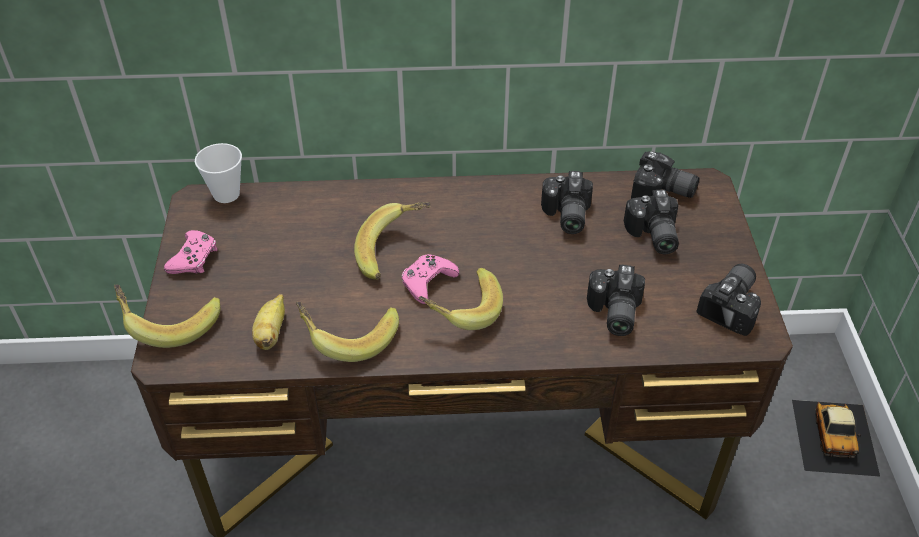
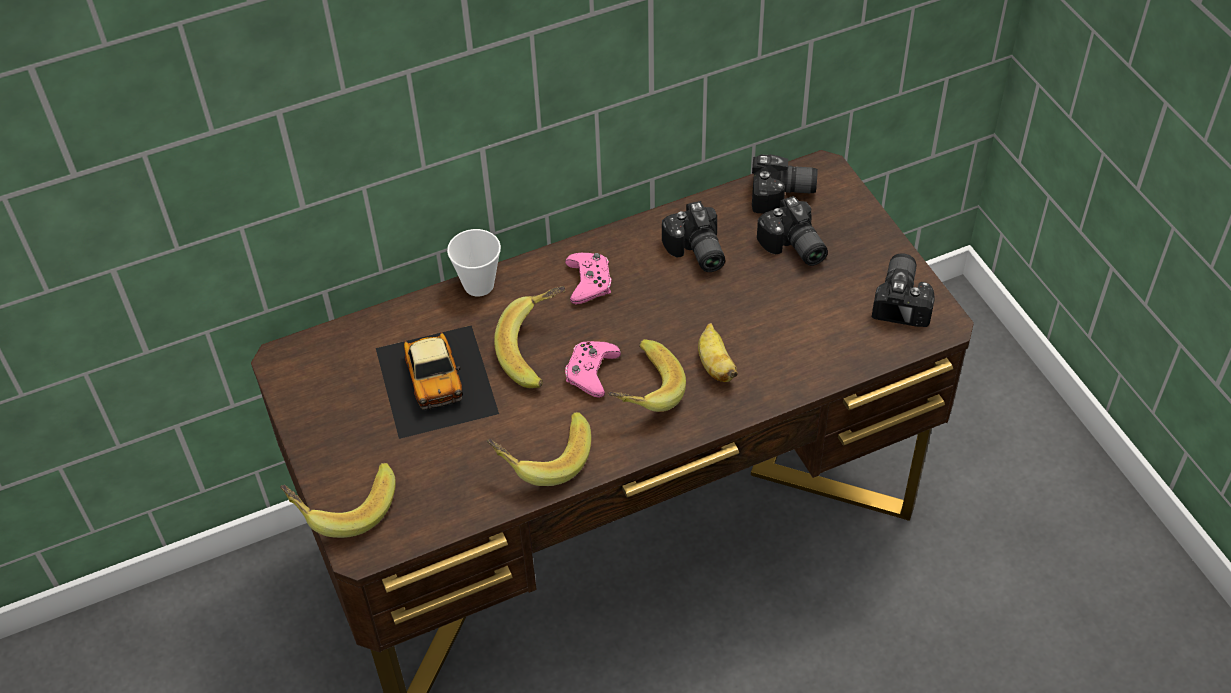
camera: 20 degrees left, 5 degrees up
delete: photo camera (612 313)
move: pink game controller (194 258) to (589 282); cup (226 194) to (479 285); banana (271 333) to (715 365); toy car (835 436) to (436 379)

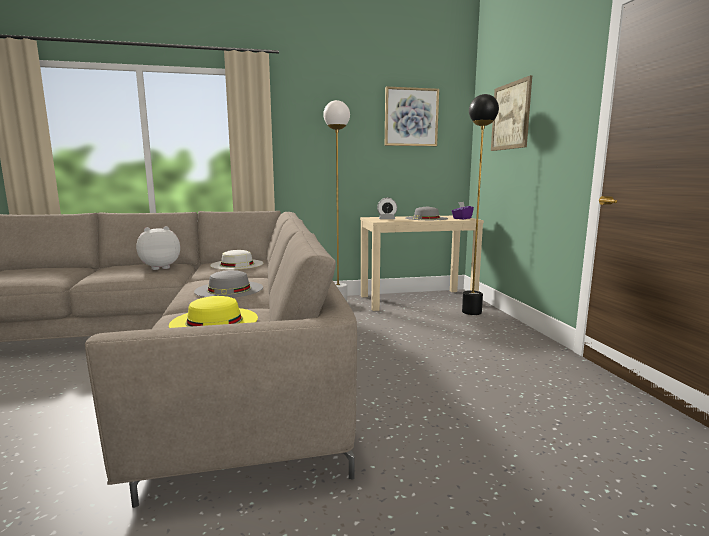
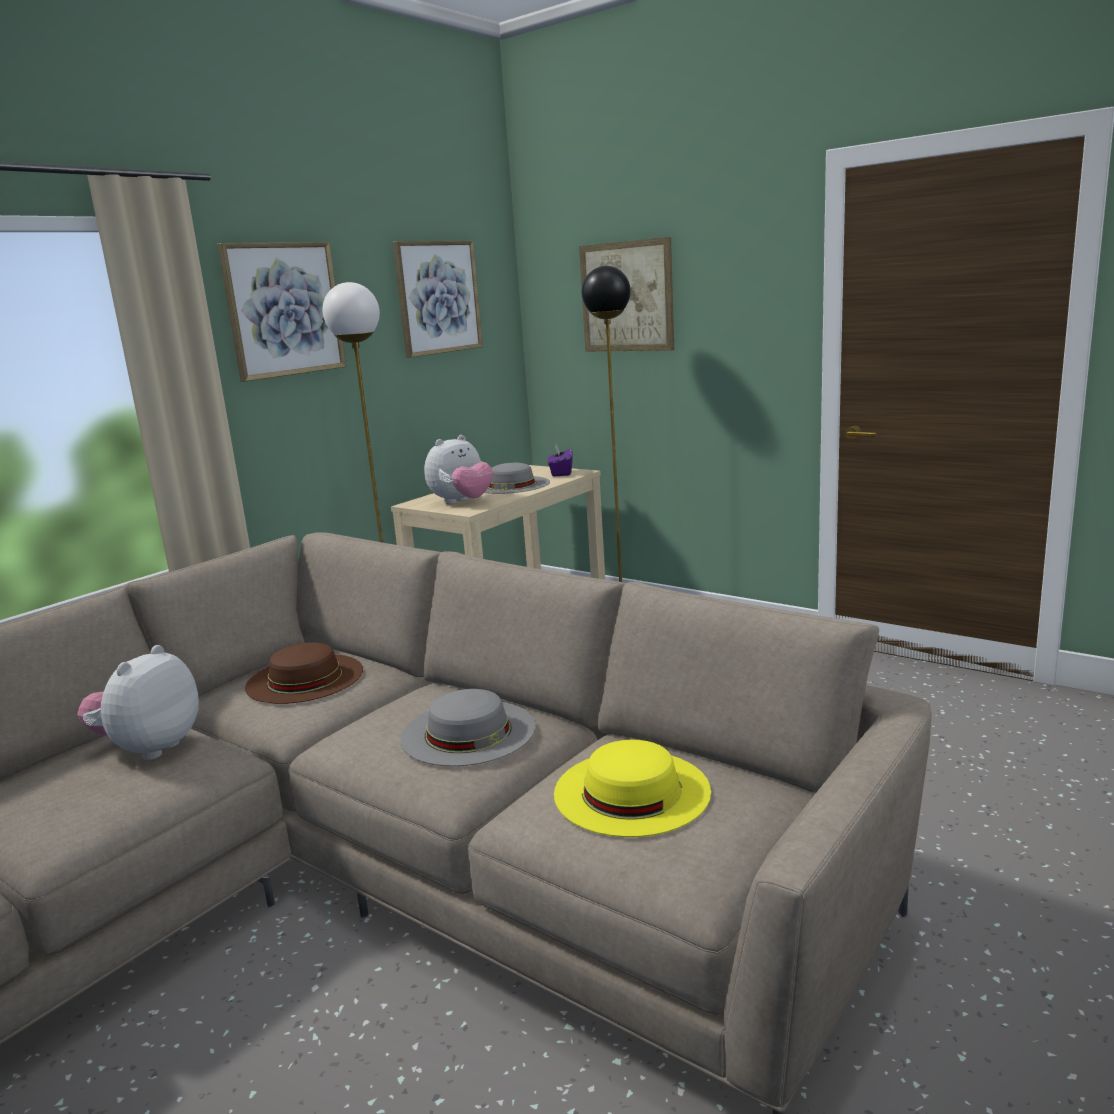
camera: 40 degrees left, 5 degrees up
insert: picture (284 309)
replace: alarm clock (387 219) to plush toy (462 502)
recolor: white hat (237 264) to brown hat (304 678)

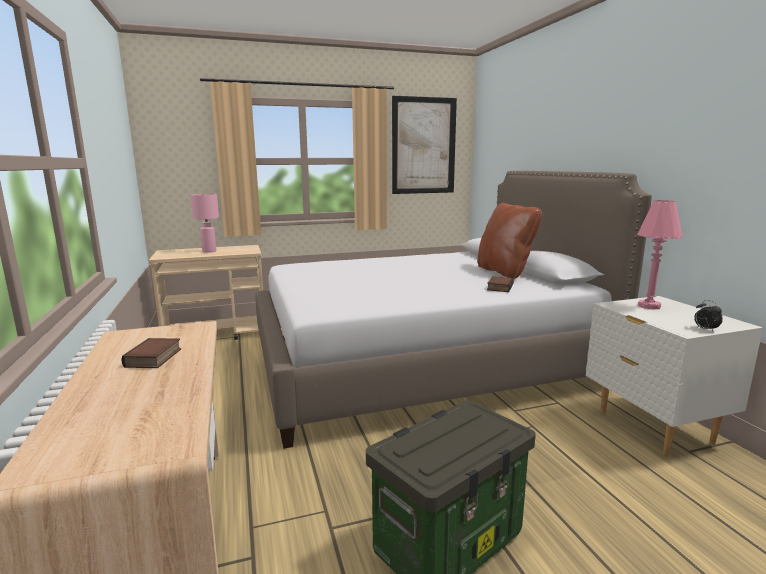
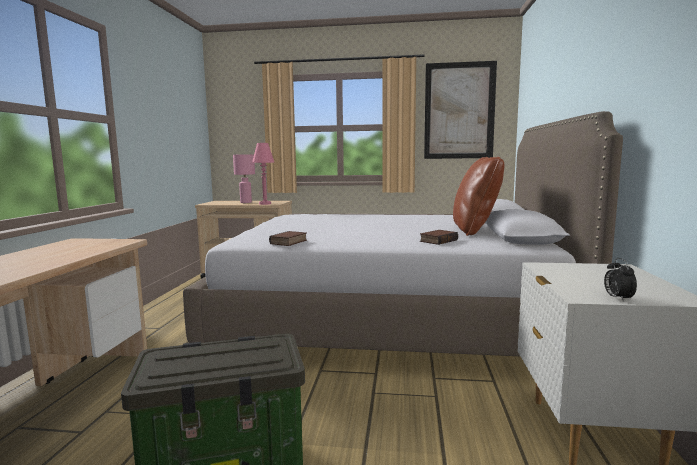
camera: 25 degrees right, 5 degrees down
move: book (154 358) to (289 242); pink table lamp (649 306) to (265 204)

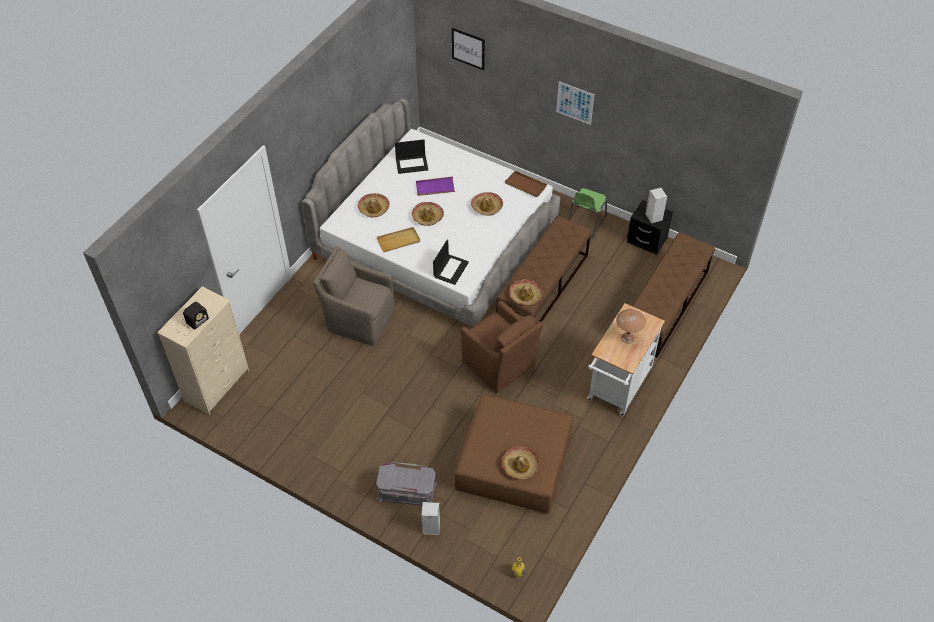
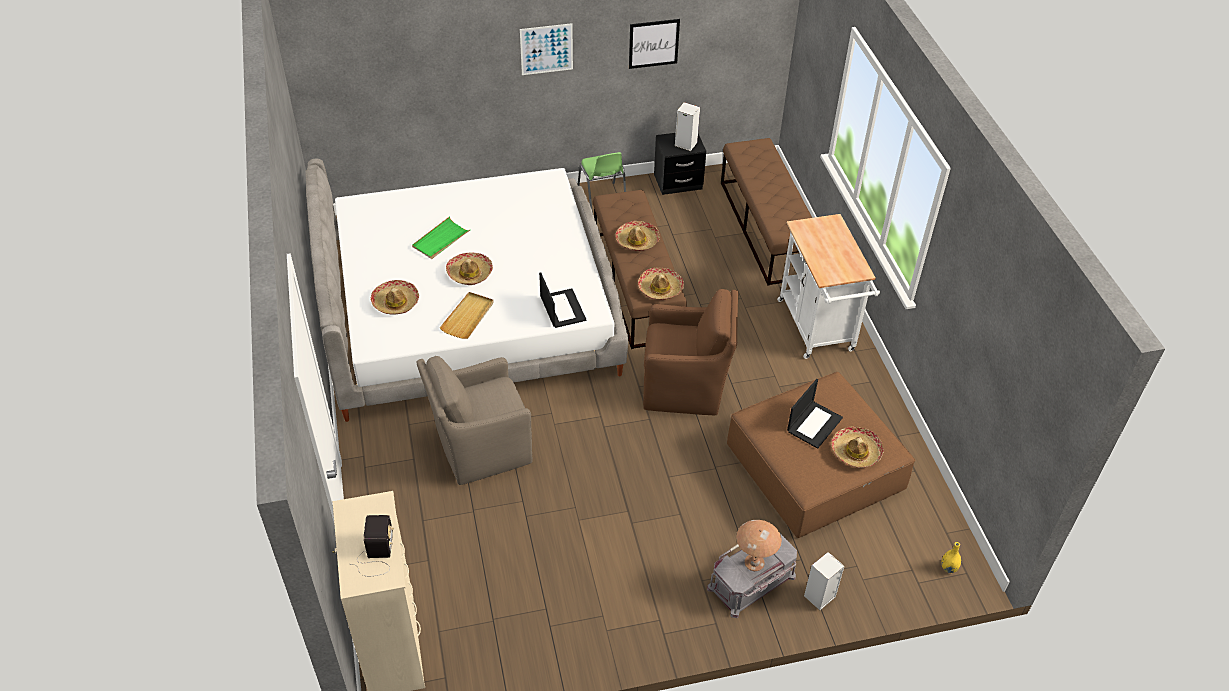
camera: 45 degrees left, 5 degrees down
delete: brown tray (525 185)
move: laptop (412 164) to (814 424); picture (468 48) to (653 43); hat (487 207) to (637 241); brown table lamp (627 338) to (754 563)
recolor: purple tray (435 188) to green tray (441 240)

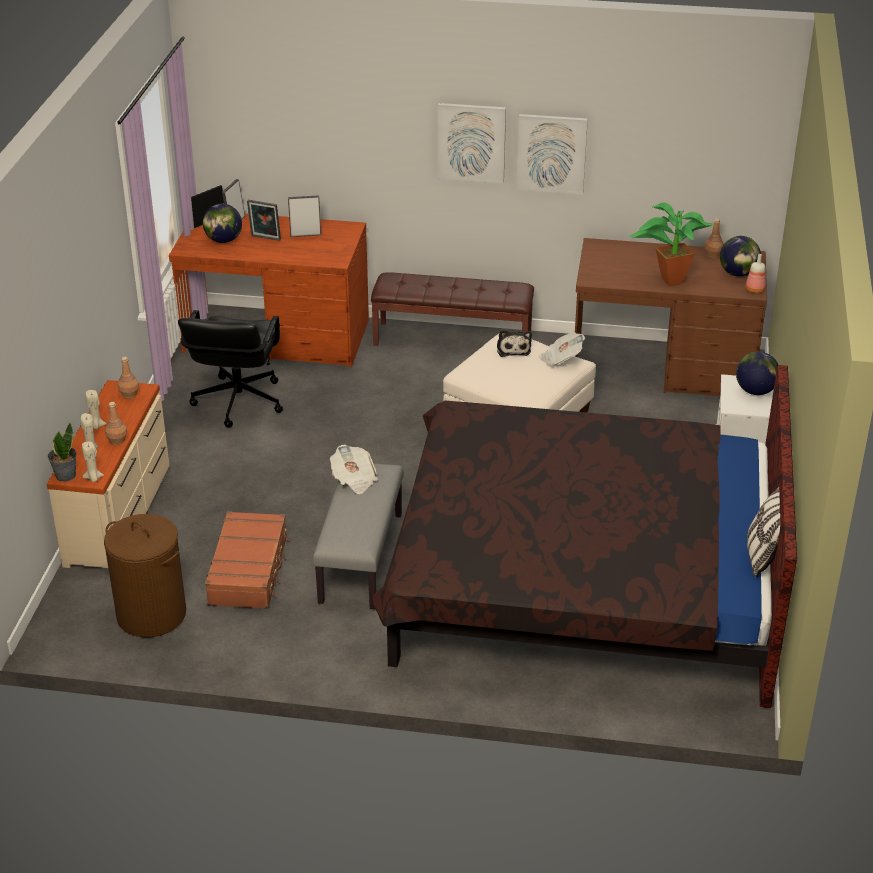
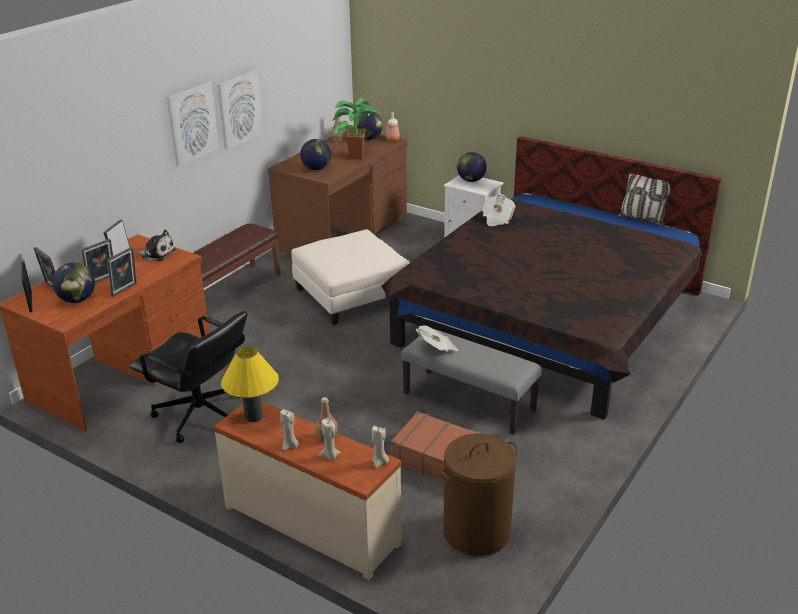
camera: 65 degrees left, 5 degrees down
delete: potted plant (65 475)
insert: picture frame (125 290); globe (316 169)
move: plush toy (513 348) to (157 253); newspaper (561 359) to (497 219)
replace: brown bottle (129 394) to yellow table lamp (254 416)

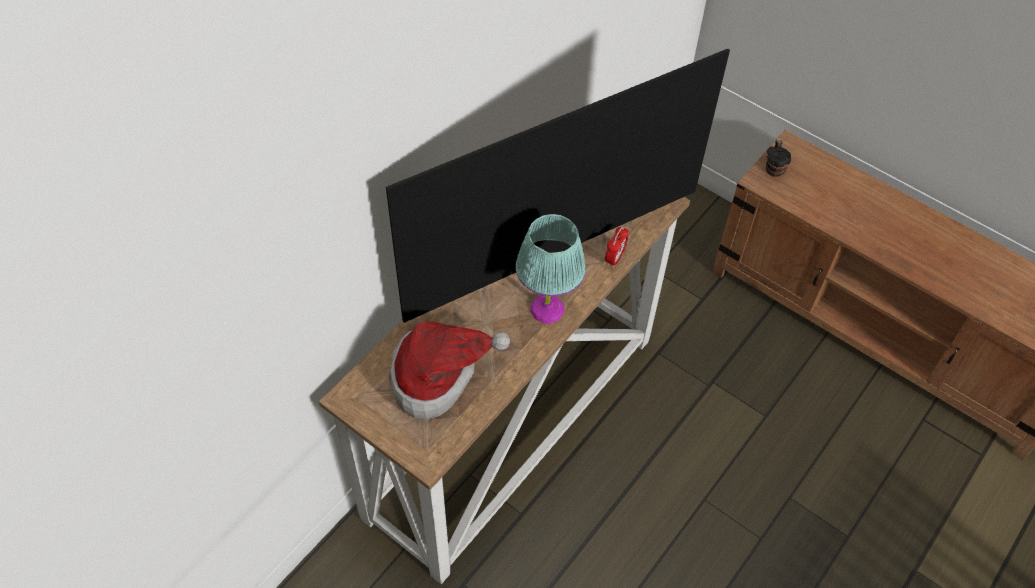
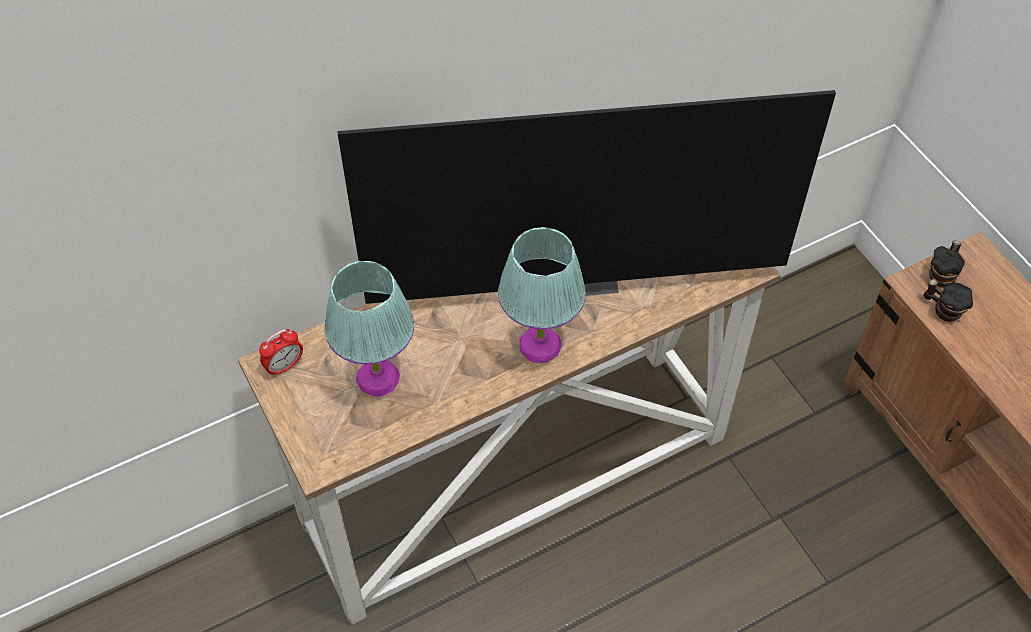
camera: 25 degrees right, 0 degrees up
insert: mug (943 310)
move: alarm clock (614 258) to (284 366)
replace: hat (438 376) to turquoise table lamp (378 377)

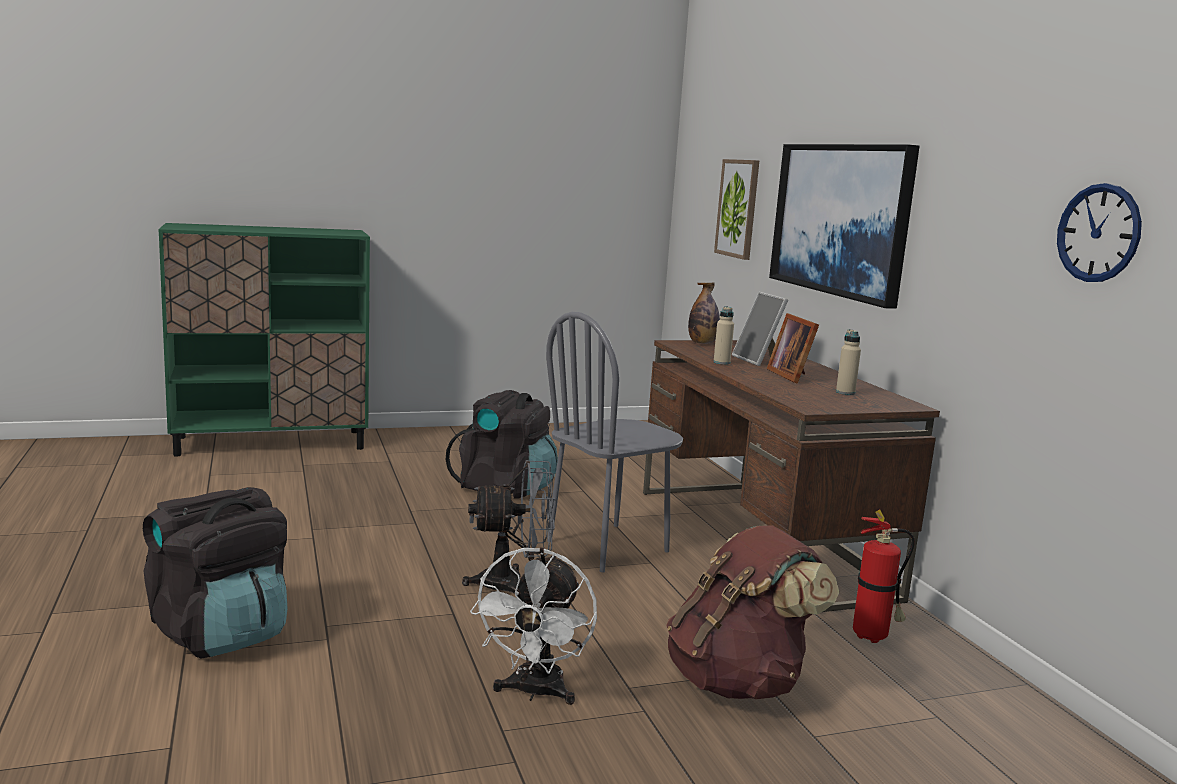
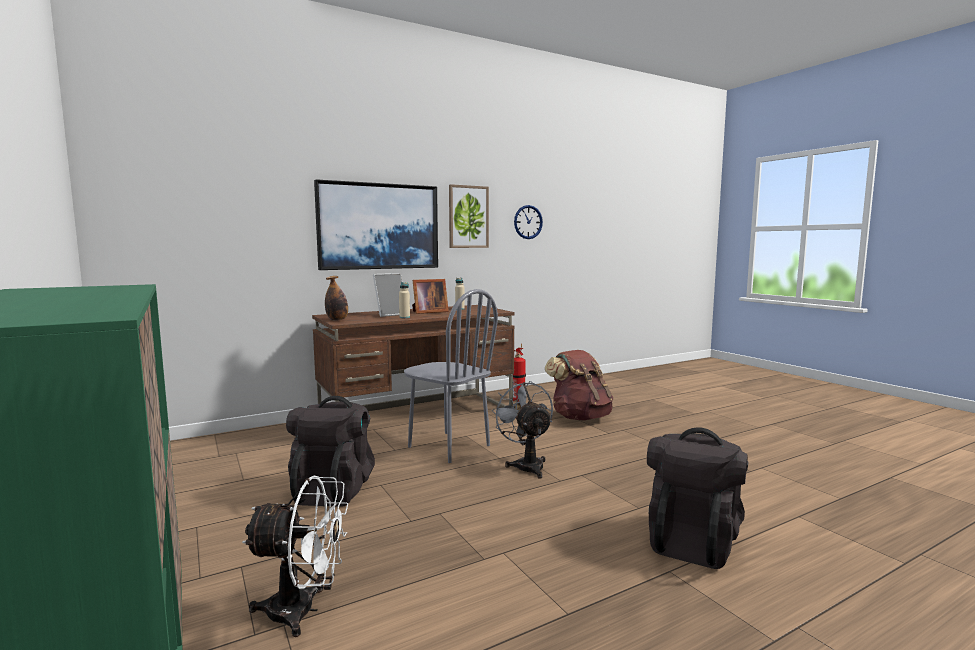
camera: 100 degrees left, 5 degrees down
move: white fan (534 692) to (303 611); picture (738 208) to (468 217)

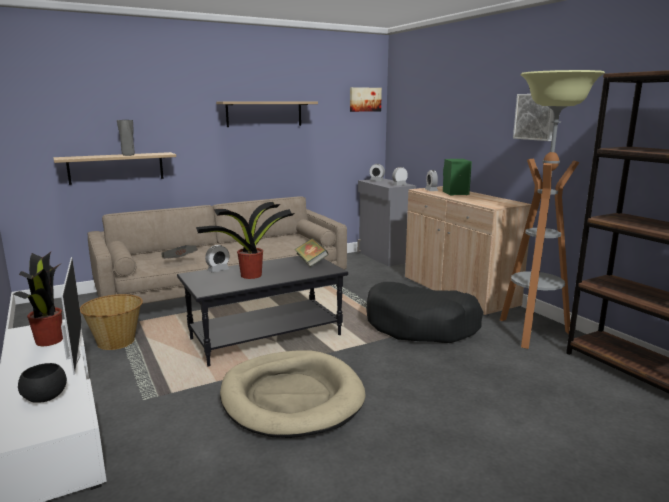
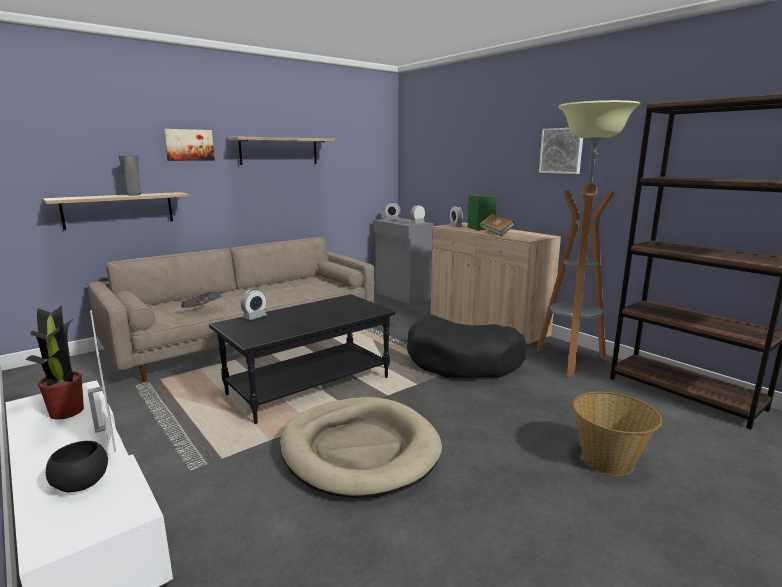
camera: 10 degrees left, 0 degrees up
delete: potted plant (249 275)
move: basket (116 342) to (608 461); book (311 262) to (496 234); picture (365 99) to (189 145)

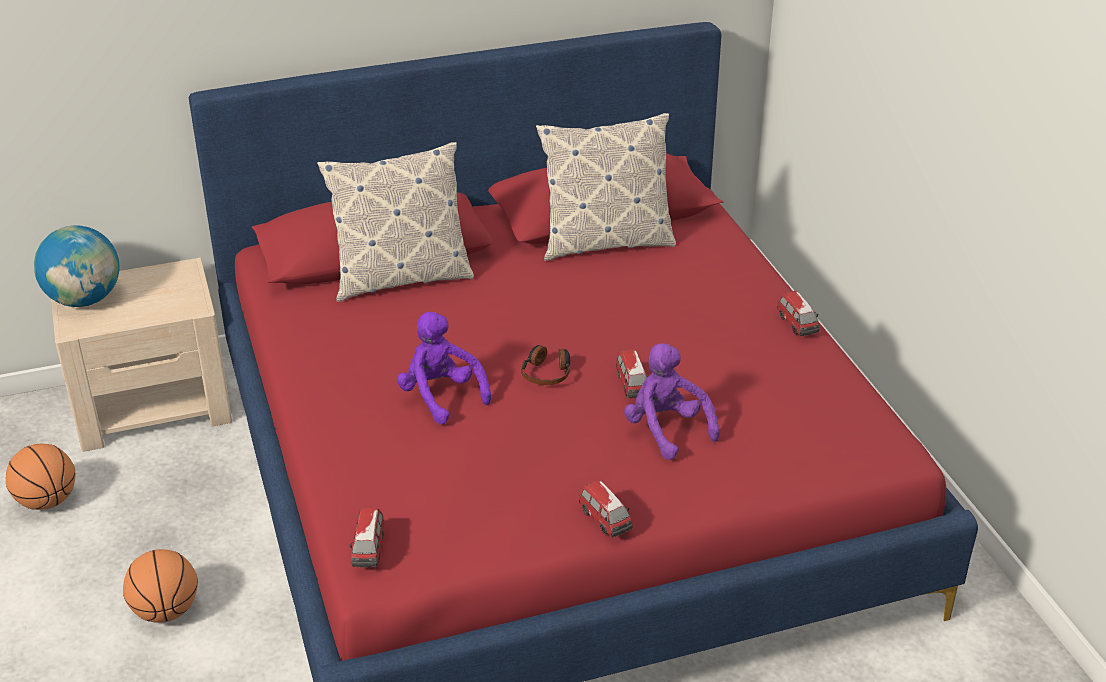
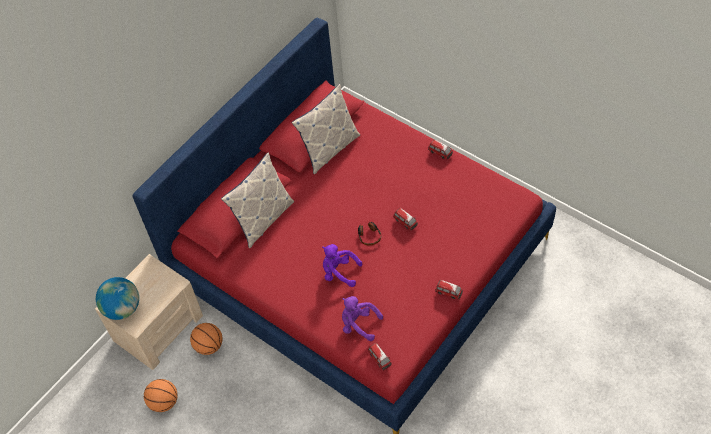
camera: 30 degrees left, 20 degrees up
move: basketball (166 611) to (209 346); purple plush toy (666 430) to (358 324)

